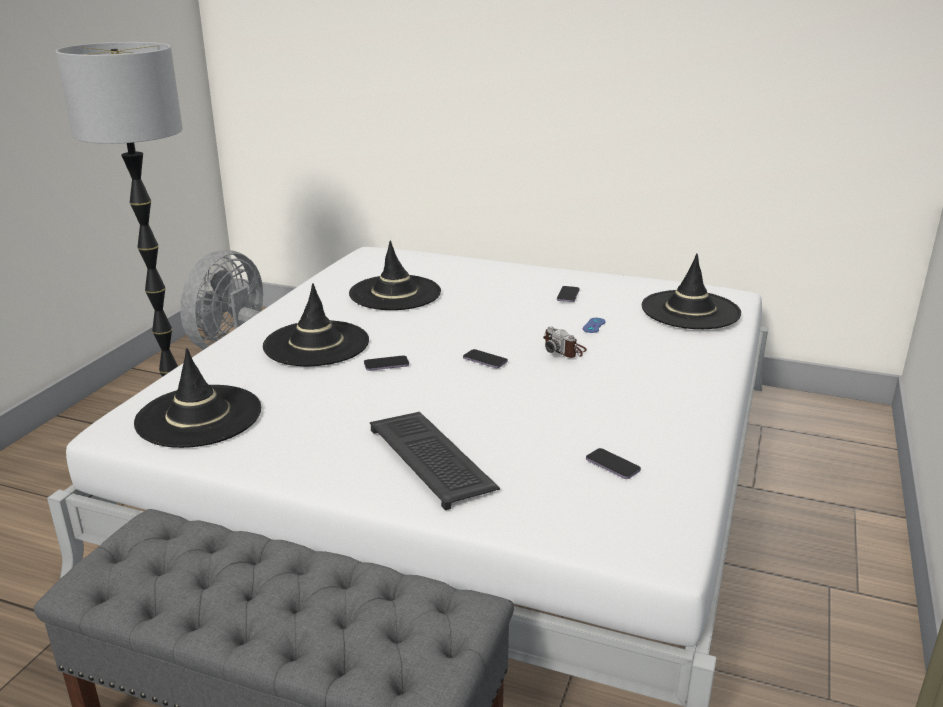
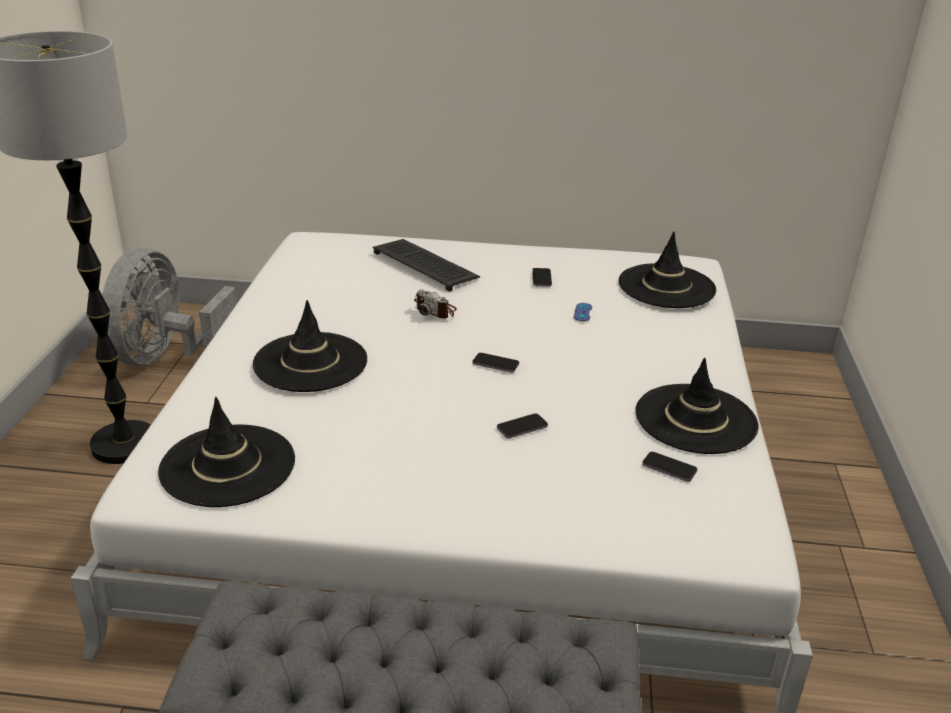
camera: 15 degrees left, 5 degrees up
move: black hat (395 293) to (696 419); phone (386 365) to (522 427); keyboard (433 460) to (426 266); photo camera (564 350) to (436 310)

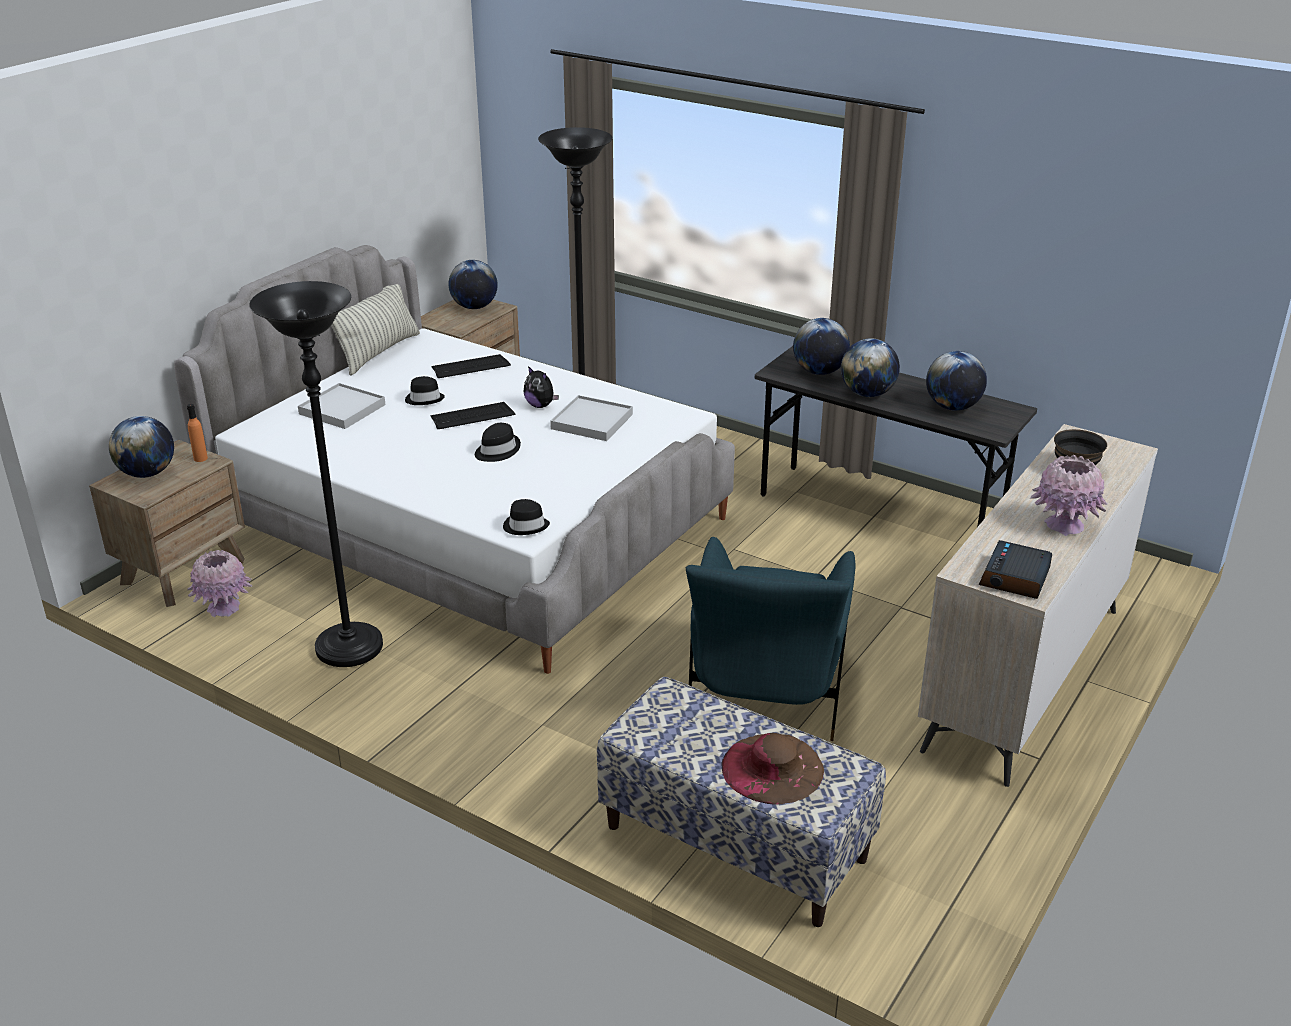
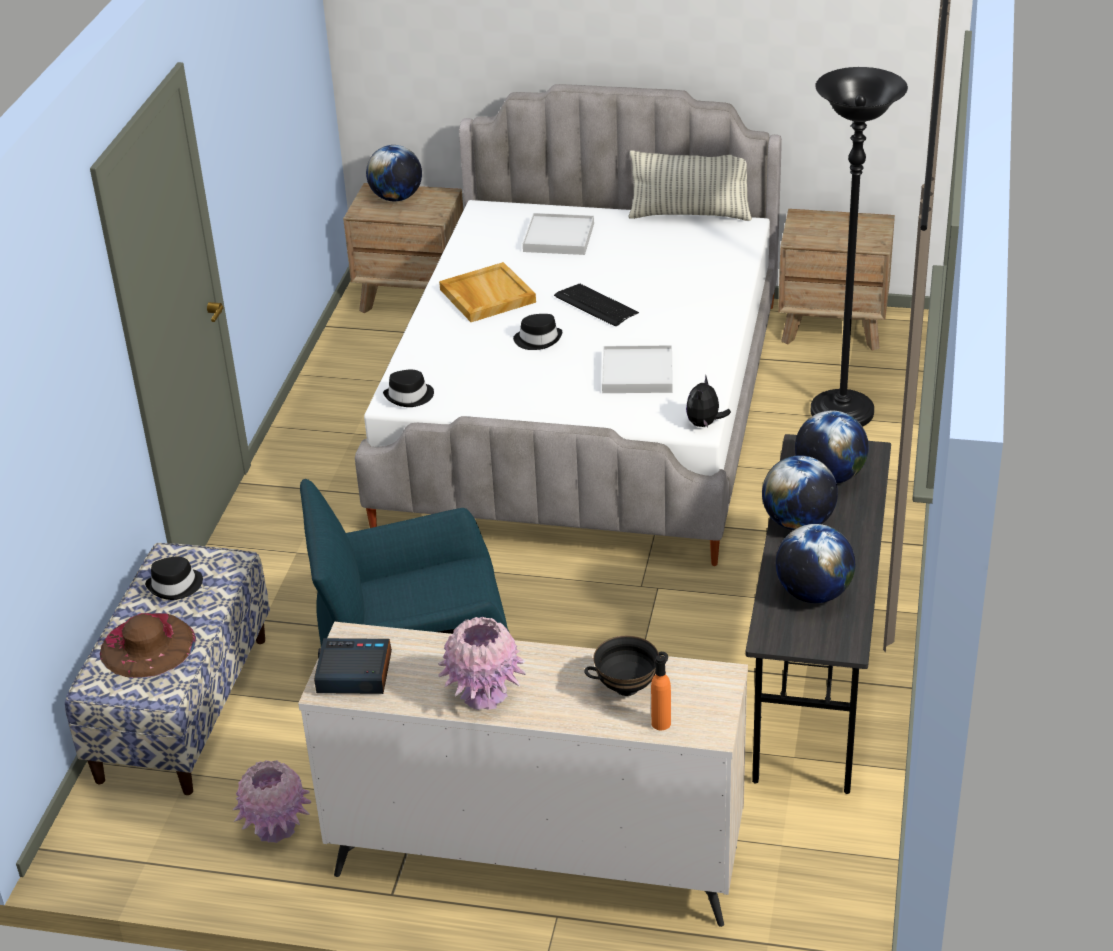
camera: 70 degrees right, 5 degrees up
delete: black floor lamp (349 648); keyboard (470 367); globe (474 307)
insert: beige tray (486 296)
move: orange bottle (200 458) to (661 723); pink vase (223 608) to (276 827); black hat (424 399) to (175 586); plush toy (540 405) to (705 424)

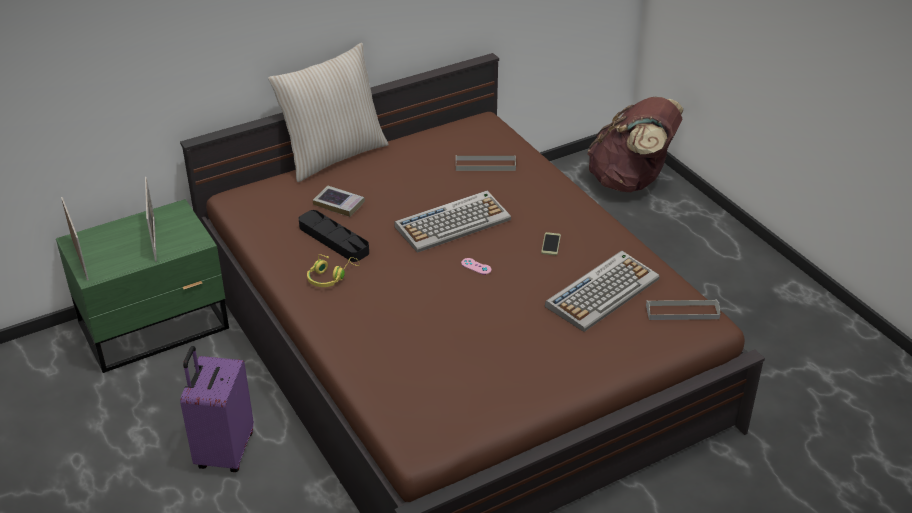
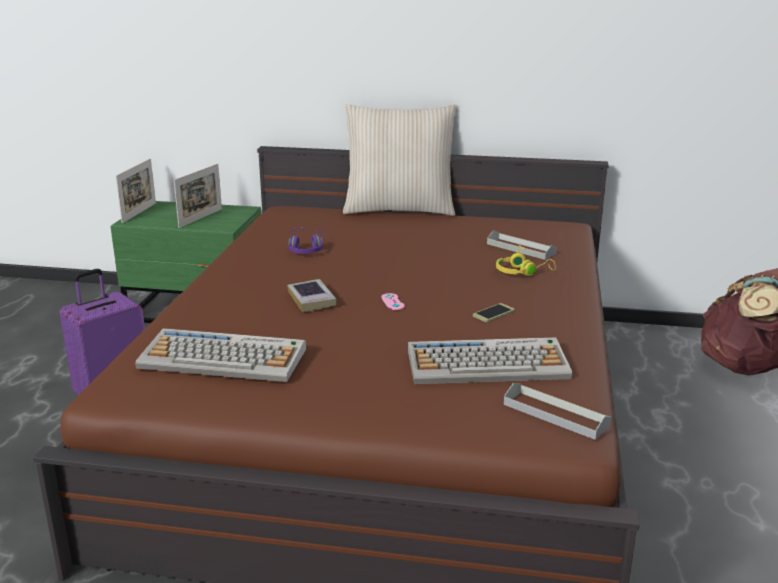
camera: 40 degrees right, 15 degrees down
move: yellow headphones (331 277) to (522 272); book (339 204) to (311 299); keyboard (453 222) to (224 358)
replace: black tray (333 239) to purple headphones (308 249)

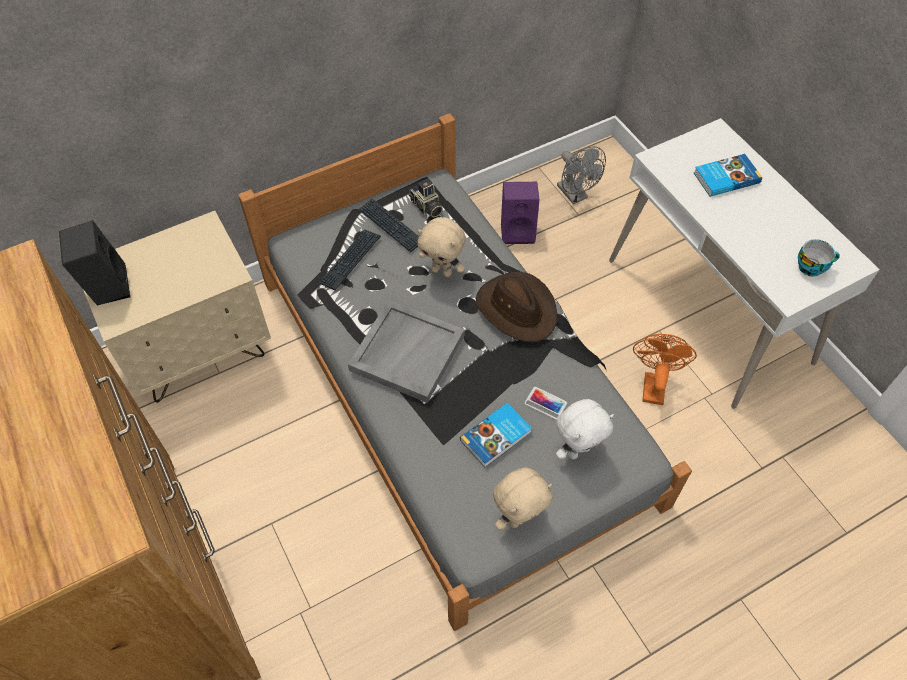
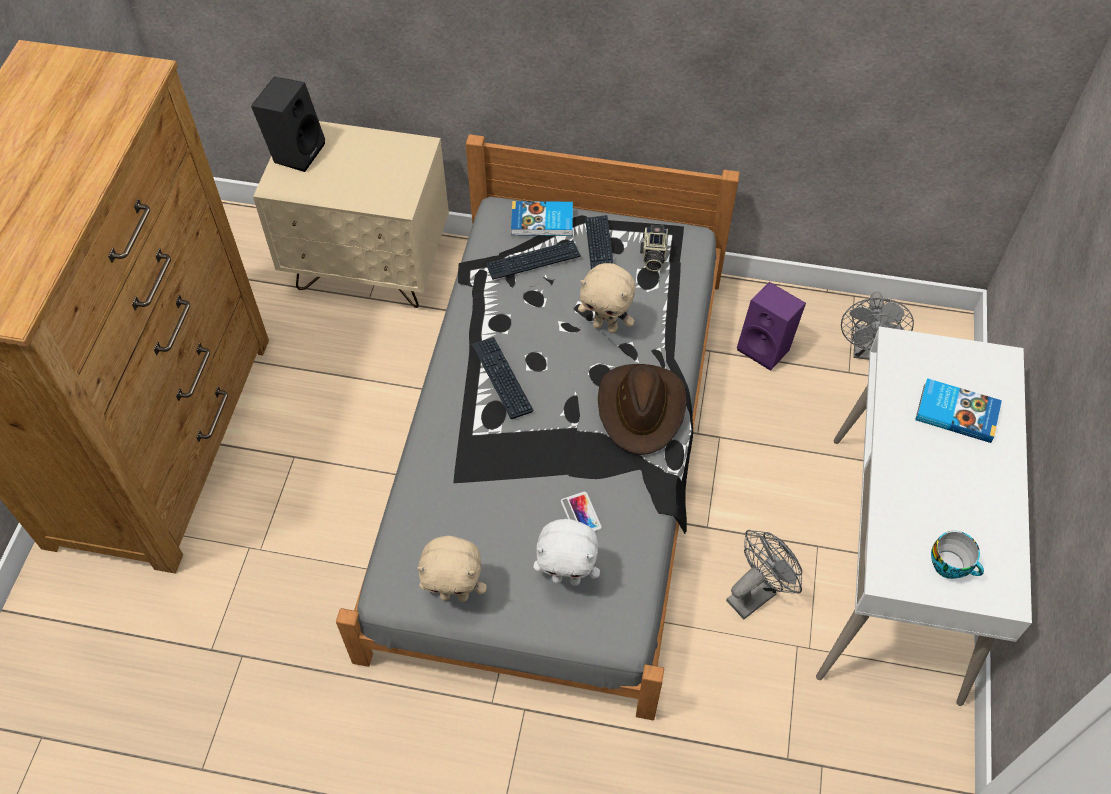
camera: 40 degrees right, 0 degrees up
move: book (497 437) to (542 222)
replace: grey tray (407 352) to keyboard (502 378)
recolor: orange fan (653 383) to grey fan (756 592)
rotate: beige plush toy (442 271) = (606 326) 45 degrees counterclockwise

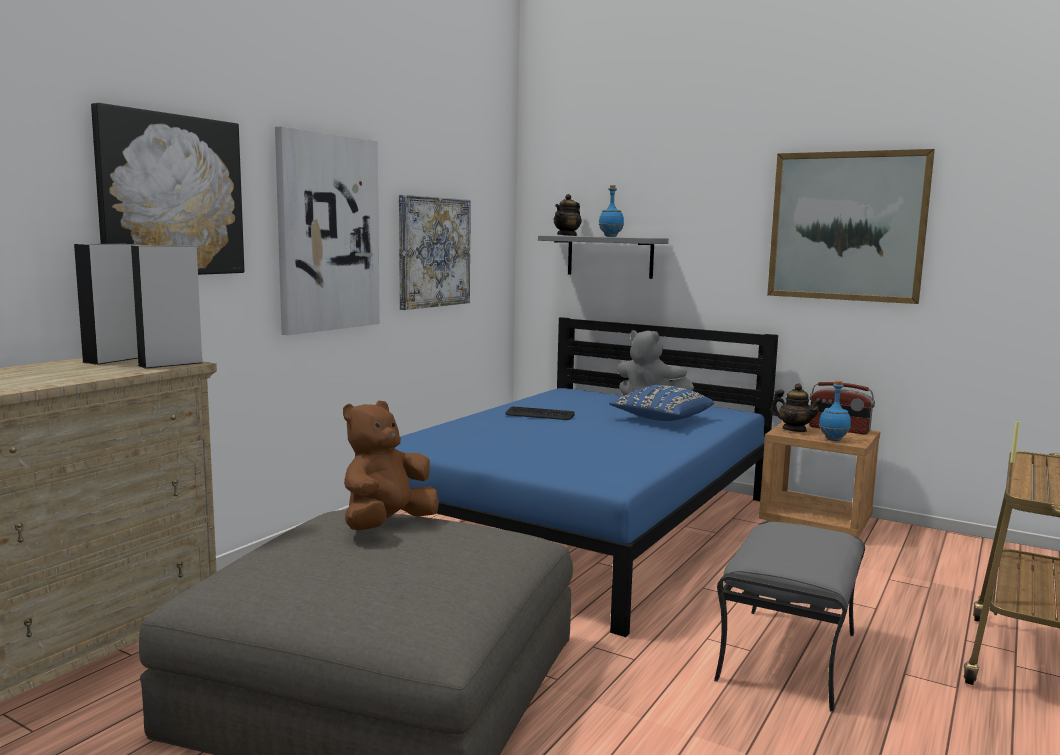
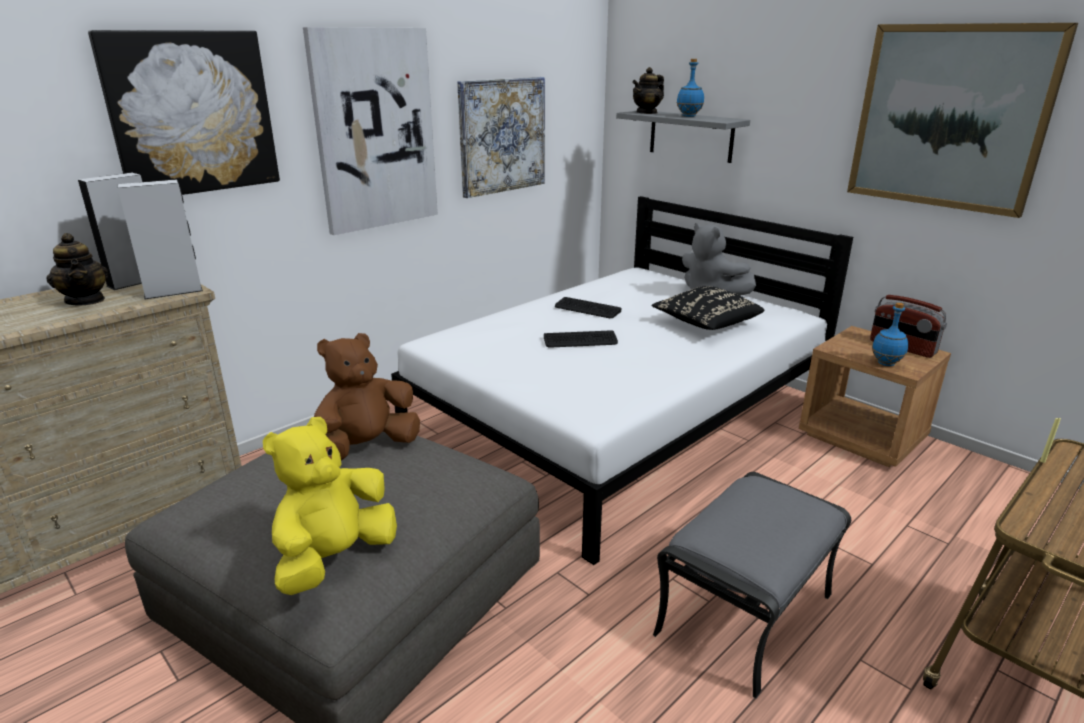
camera: 15 degrees right, 15 degrees up
insert: yellow plush toy (335 559); keyboard (580 340)
move: teapot (794 430) to (86 300)
recolor: blue bed (582 526) to white bed (619 418); blue pillow (661 419) to black pillow (705 323)

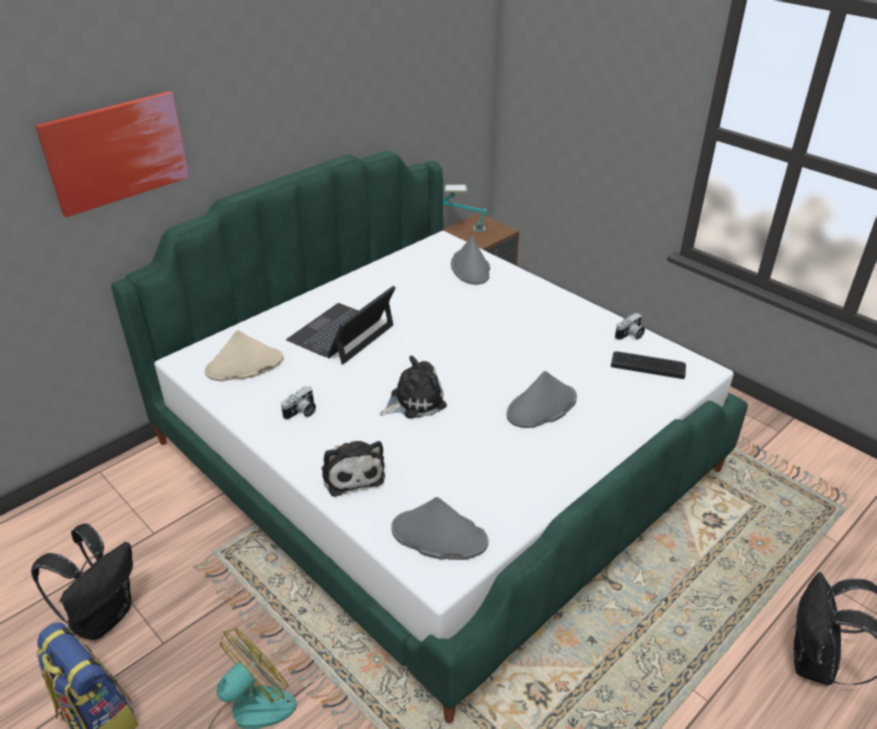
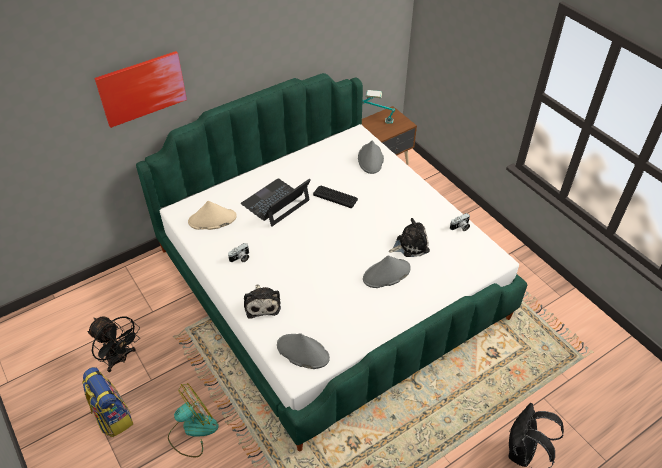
camera: 10 degrees right, 10 degrees up
move: plush toy (414 401) to (410 245); keyboard (648 365) to (335 196)
replace: black backpack (103 616) to black fan (120 359)

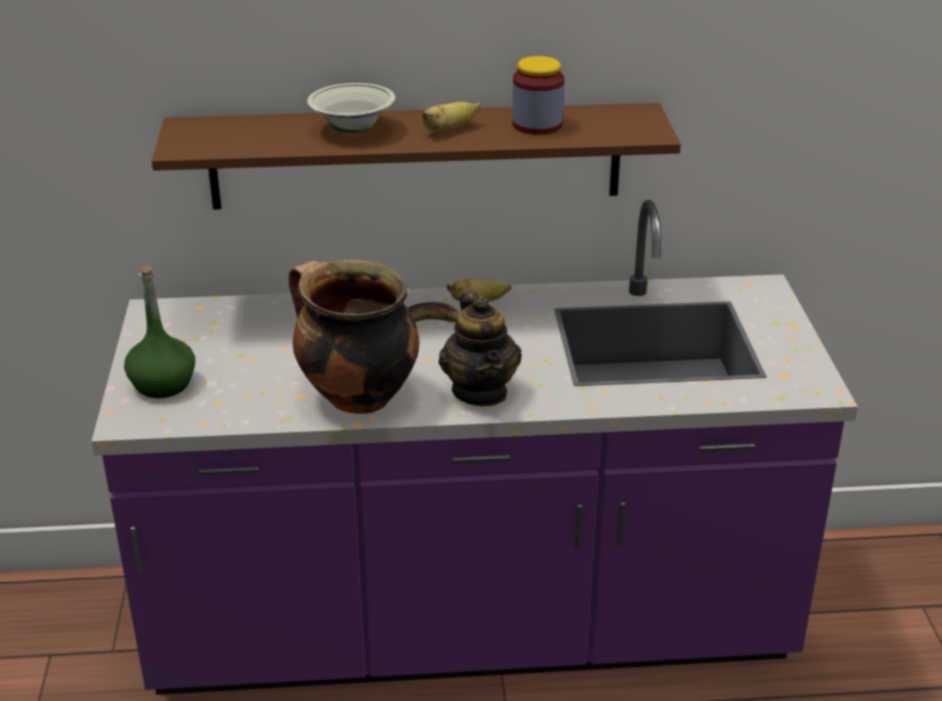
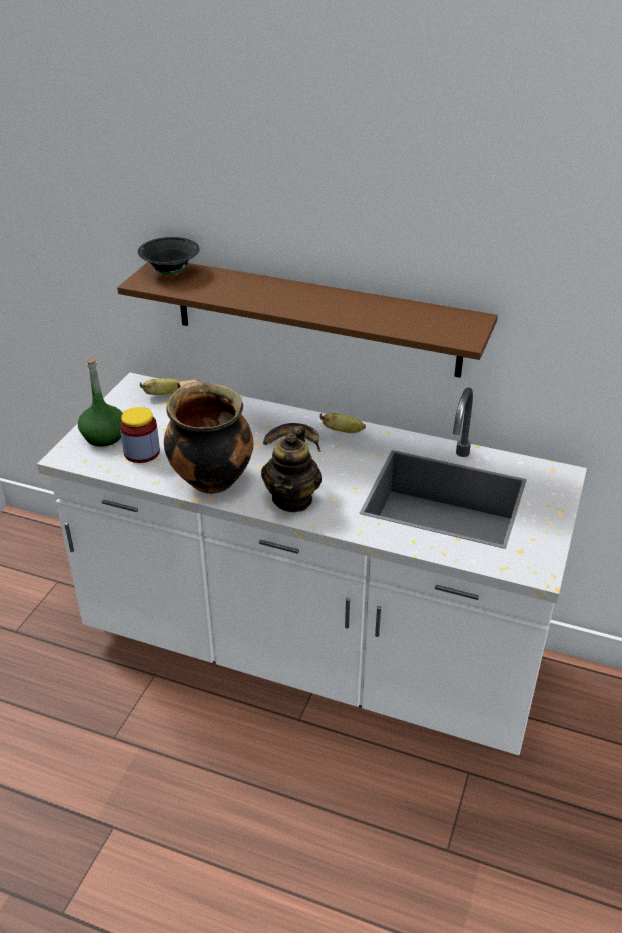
camera: 25 degrees right, 5 degrees up
delete: white bowl (353 130)
insert: black bowl (170 271)
move: banana (449 129) to (164 394); jar (537 125) to (142 452)
recolor: purple counter (471 629) to white counter (311 653)

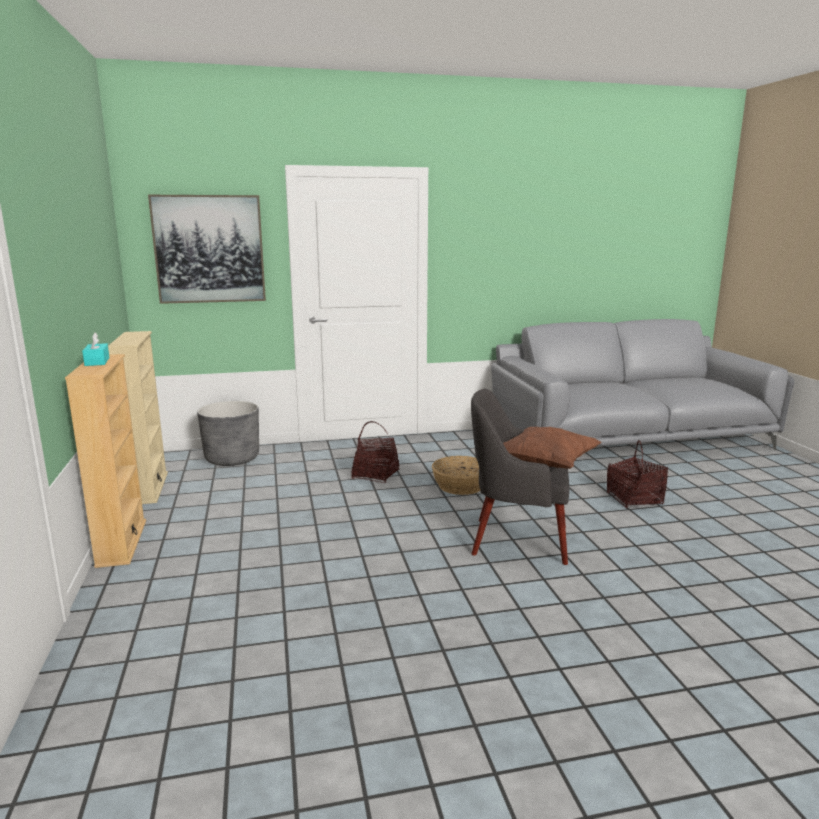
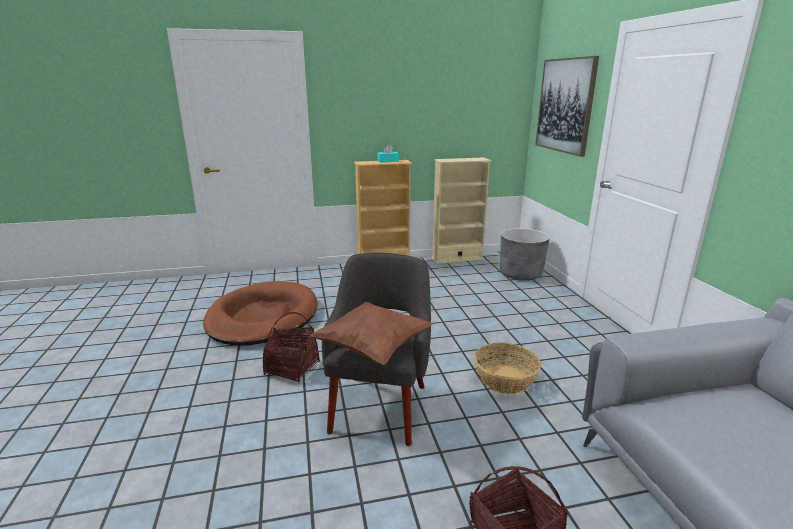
camera: 90 degrees right, 5 degrees up
insert: brown dog bed (263 317)
move: basket (375 474) to (292 368)

